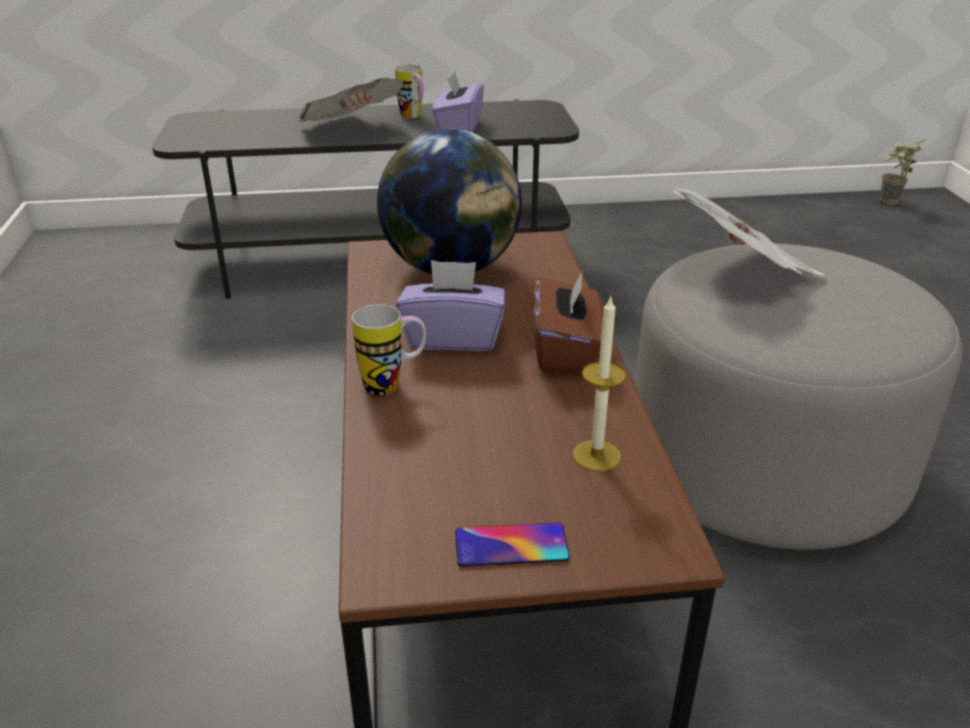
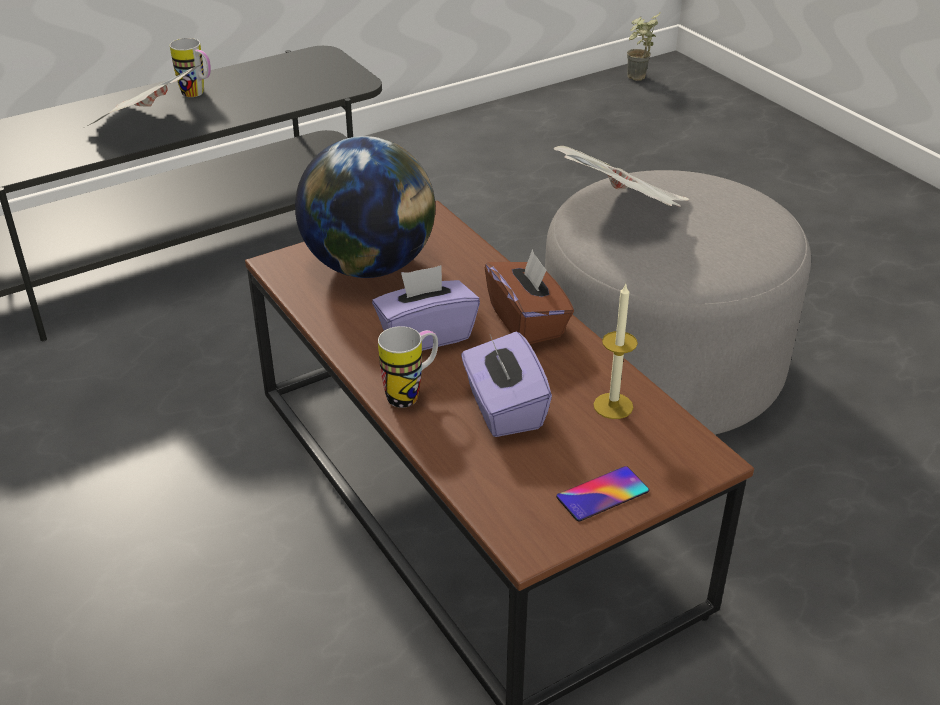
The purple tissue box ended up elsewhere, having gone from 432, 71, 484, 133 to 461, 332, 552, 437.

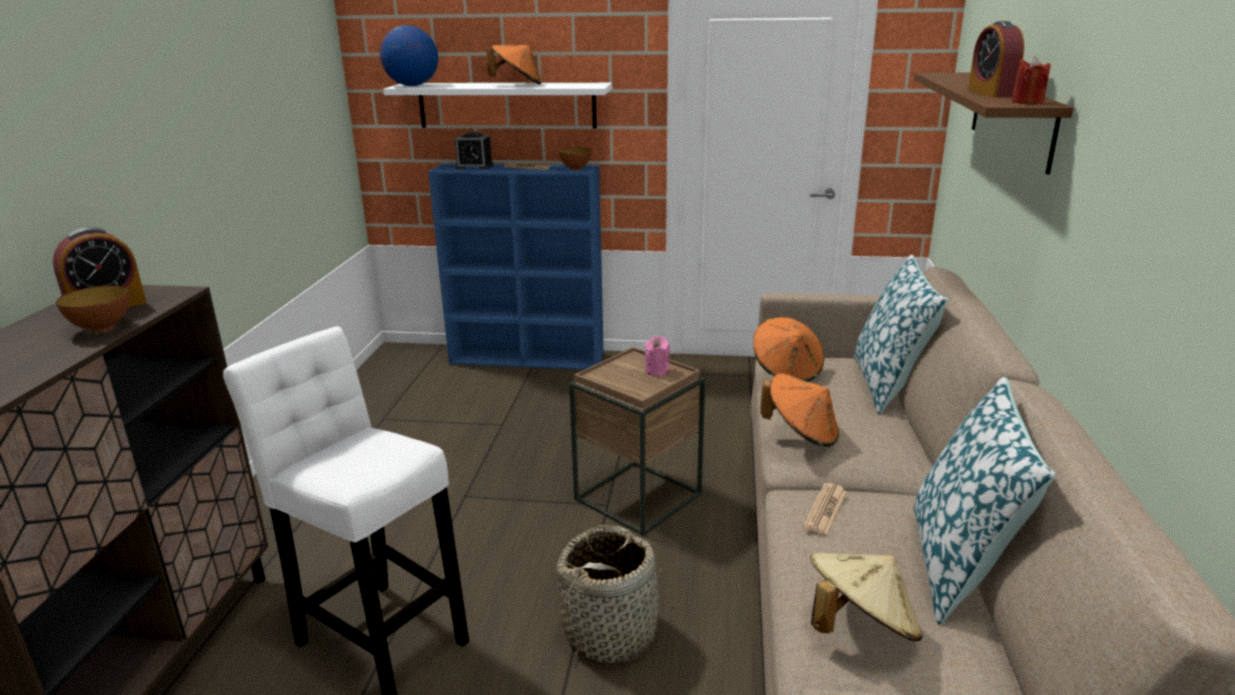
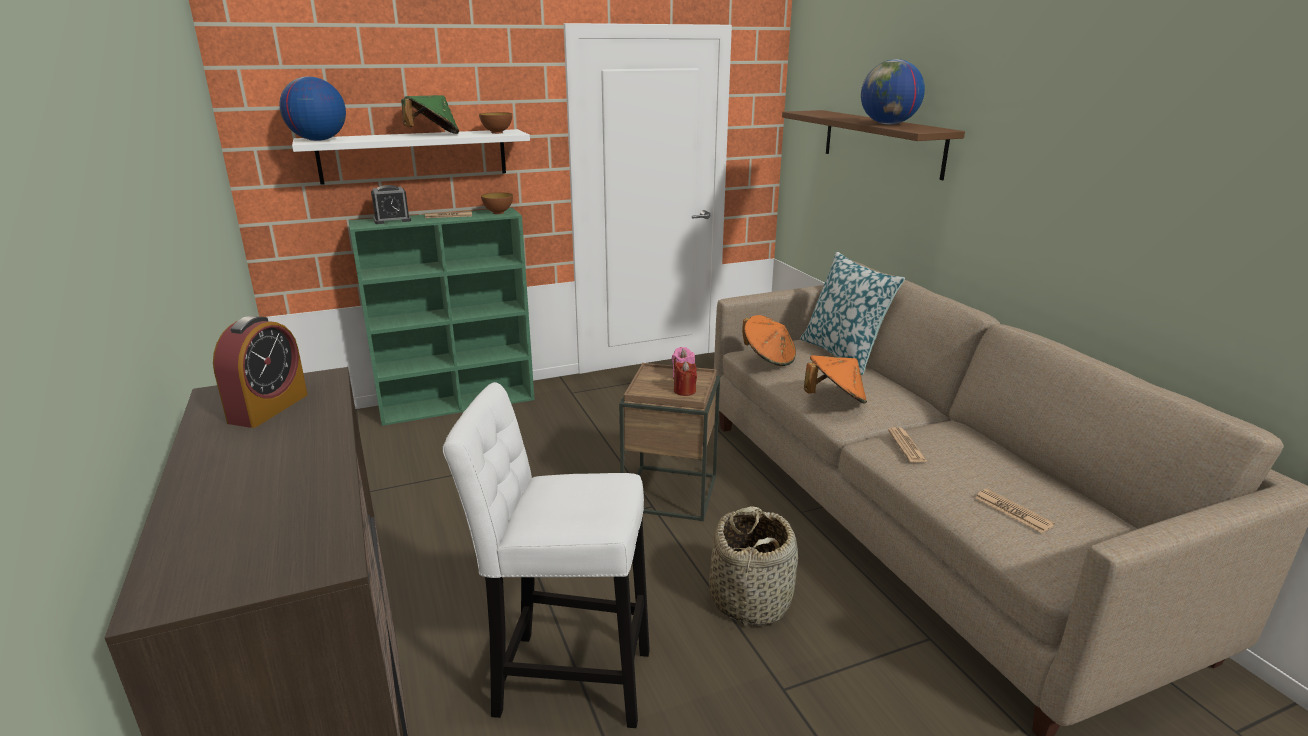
Where the alarm clock stood at 968, 21, 1024, 97, the globe came to stand at 861, 59, 925, 125. What was the orange hat at 486, 45, 542, 85 turned into the green hat at 401, 95, 459, 134. The red candle ended up elsewhere, having gone from 1012, 56, 1051, 105 to 674, 361, 697, 396. What was the blue bookcase at 428, 163, 604, 370 turned into the green bookcase at 348, 208, 535, 426. The bowl ended up elsewhere, having gone from 56, 285, 129, 333 to 479, 112, 512, 134. The second view lost the pillow at 913, 376, 1055, 625. Where the beige hat stood at 810, 553, 923, 641, the newspaper came to stand at 975, 489, 1055, 533.

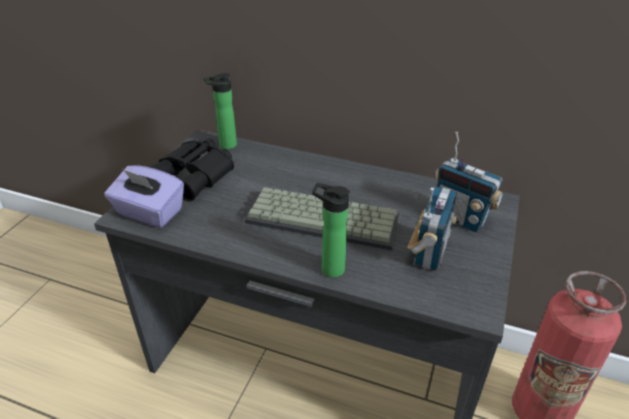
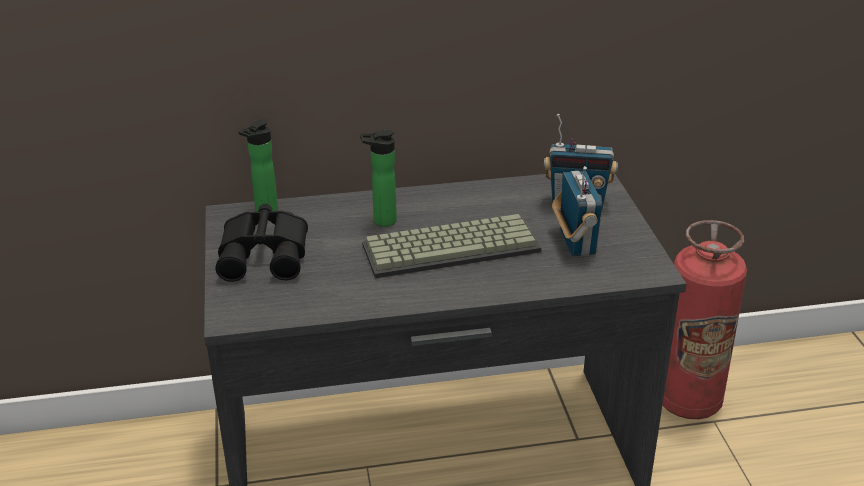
The second view lost the purple tissue box at 104, 165, 184, 228. The bottle ended up elsewhere, having gone from 312, 183, 350, 278 to 360, 130, 397, 227.

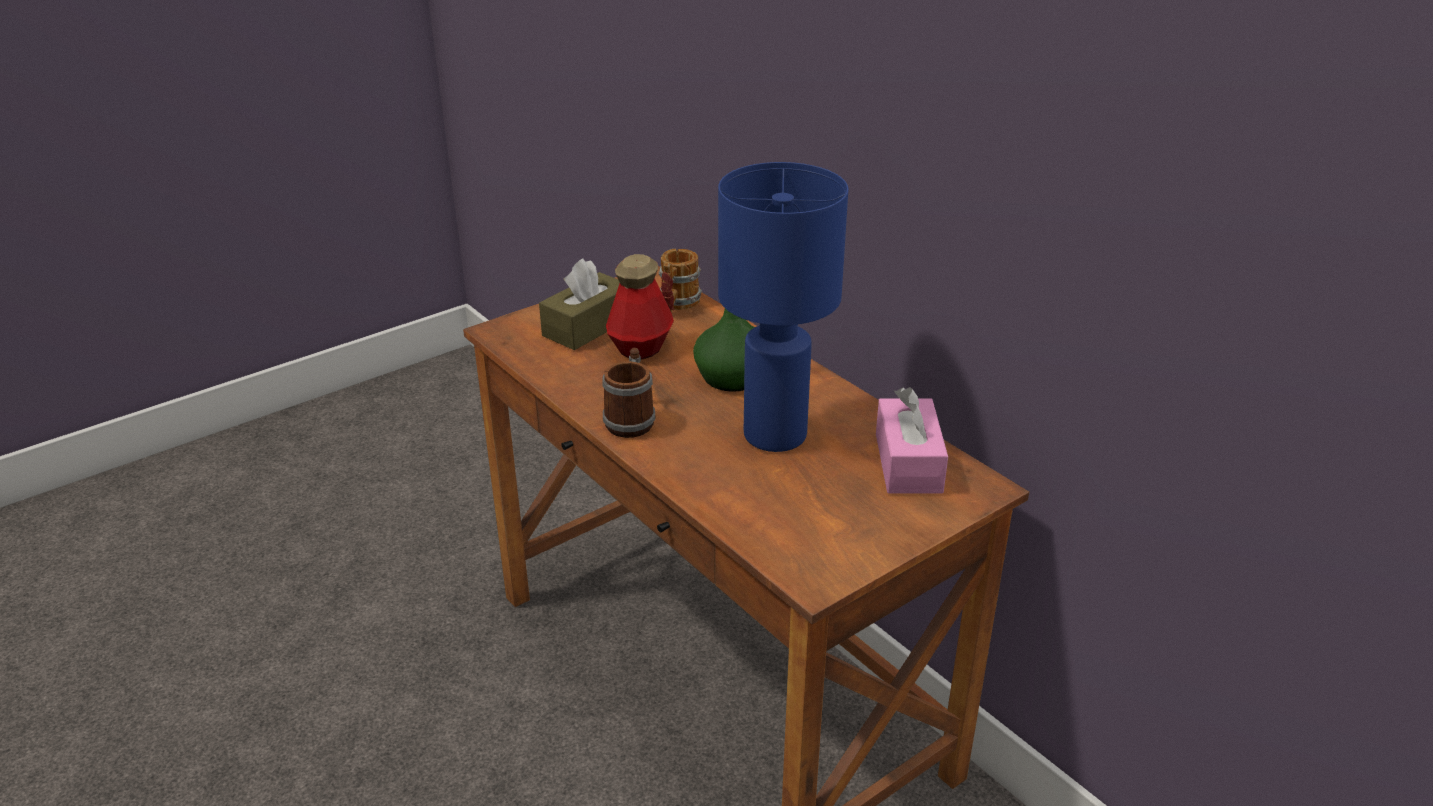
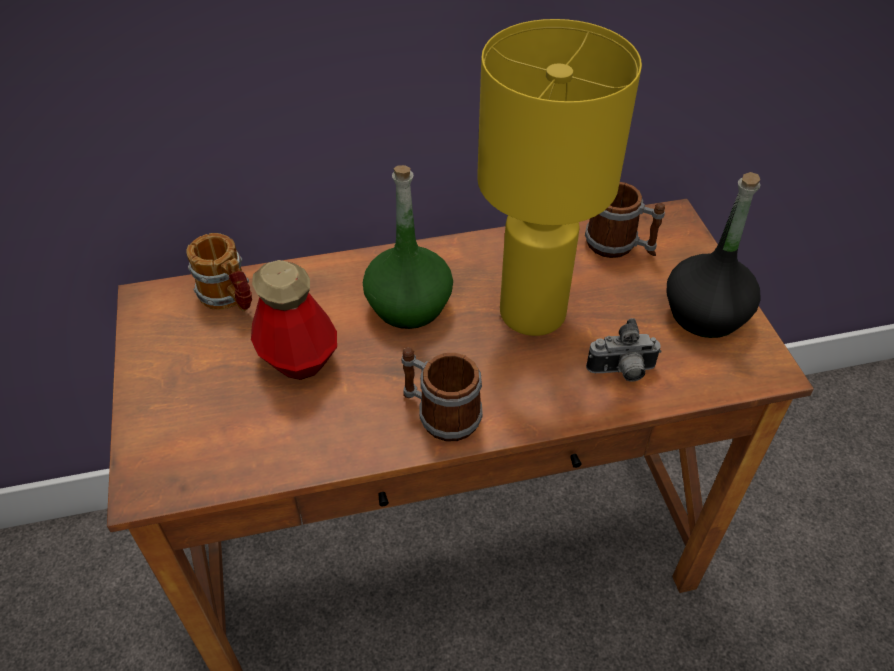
What was the blue table lamp at 718, 162, 849, 452 turned into the yellow table lamp at 477, 19, 642, 336. The second view lost the brown tissue box at 539, 258, 620, 350. Where the pink tissue box stood at 876, 387, 948, 494, the mug came to stand at 585, 182, 665, 258. The second view gained the black bottle at 667, 172, 761, 338. The second view gained the photo camera at 586, 318, 661, 382.

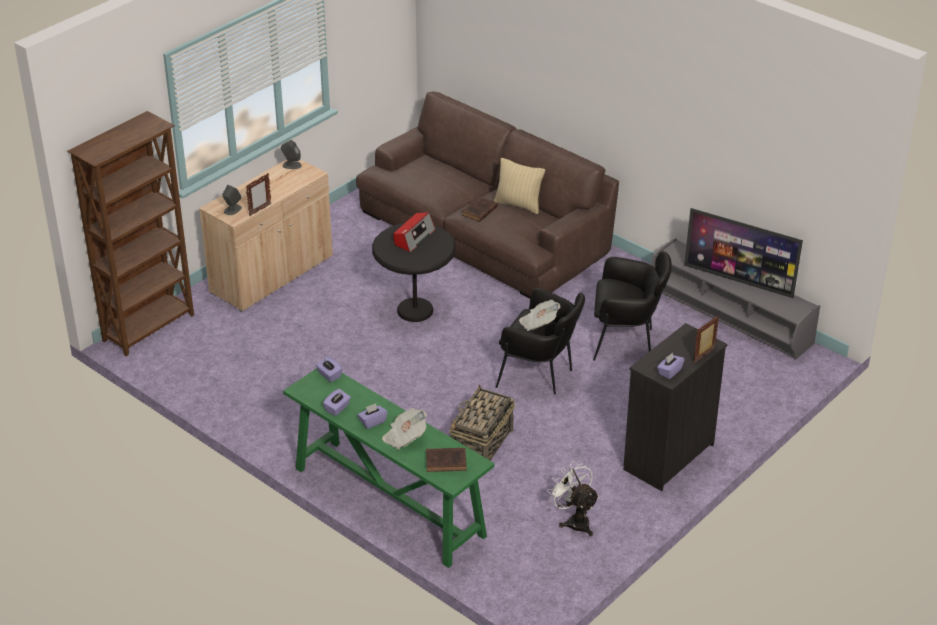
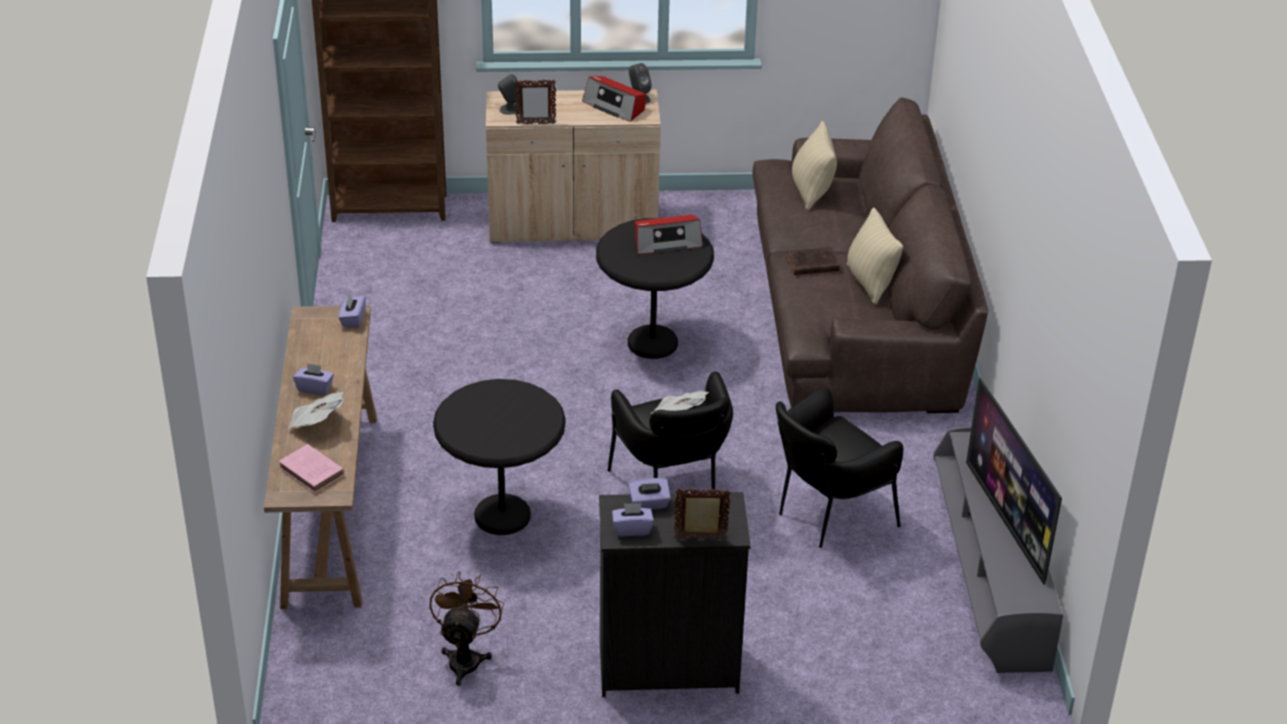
The black armchair at 593, 251, 672, 361 ended up facing another way, 90 degrees clockwise from before. What was the green console table at 283, 368, 495, 568 turned into the brown console table at 264, 305, 377, 609. Where the basket stood at 449, 384, 515, 461, the black side table came to stand at 433, 379, 566, 535. The purple tissue box ended up elsewhere, having gone from 323, 389, 351, 416 to 628, 478, 671, 510. What was the brown book at 426, 448, 467, 472 turned into the pink book at 279, 444, 345, 493. What was the white fan at 547, 461, 599, 536 turned into the brown fan at 429, 571, 504, 686. The second view gained the radio at 582, 76, 646, 122. The second view gained the beige pillow at 792, 121, 837, 211.

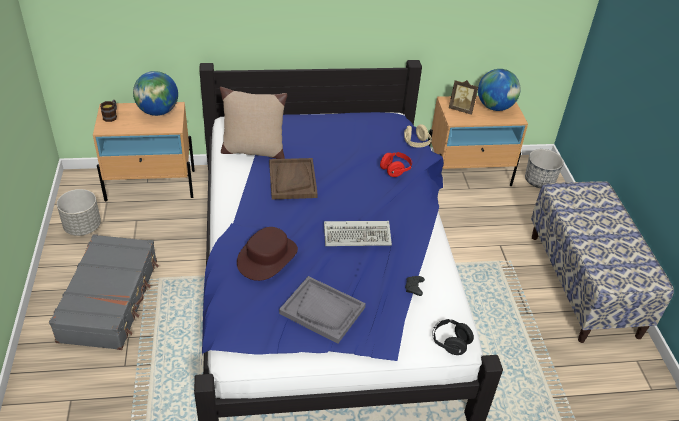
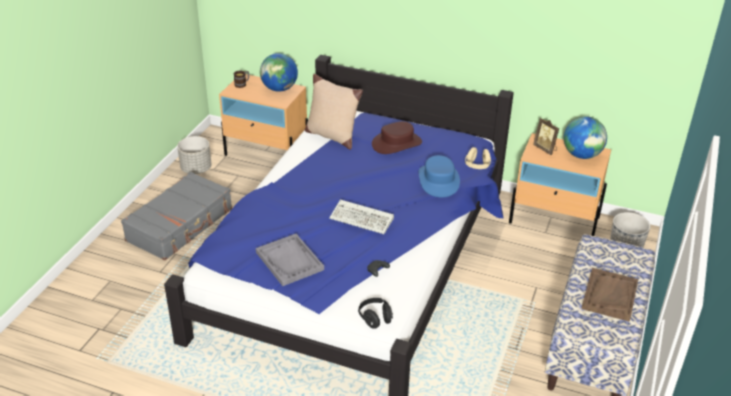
Where the red headphones stood at 380, 152, 412, 177, the blue hat came to stand at 419, 155, 460, 197. The brown tray ended up elsewhere, having gone from 269, 158, 318, 200 to 581, 268, 638, 322. The brown hat ended up elsewhere, having gone from 237, 227, 298, 281 to 372, 121, 422, 154.

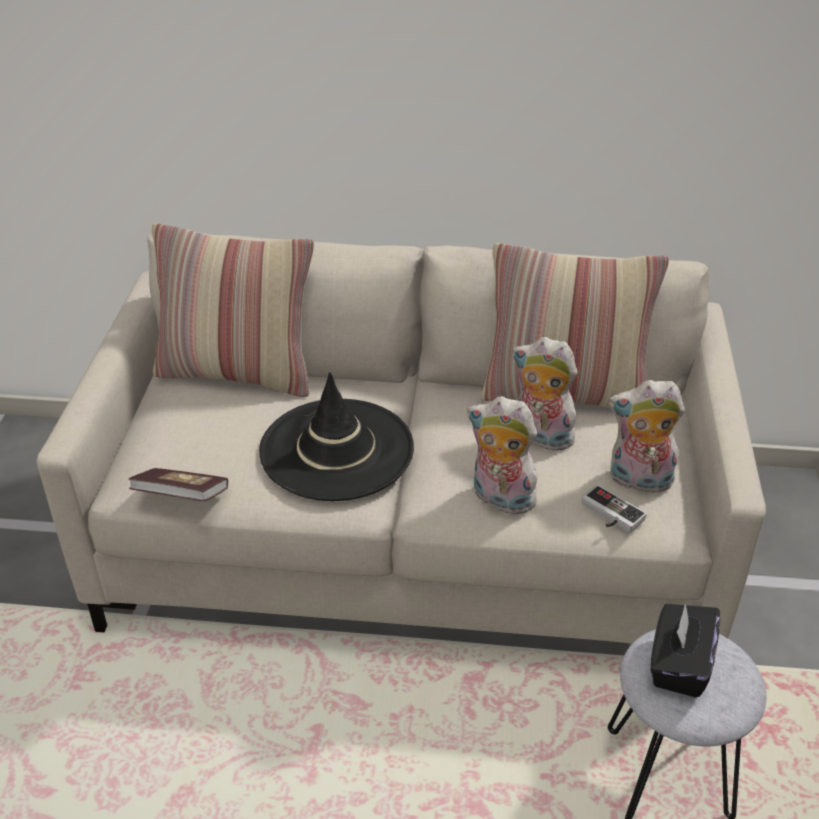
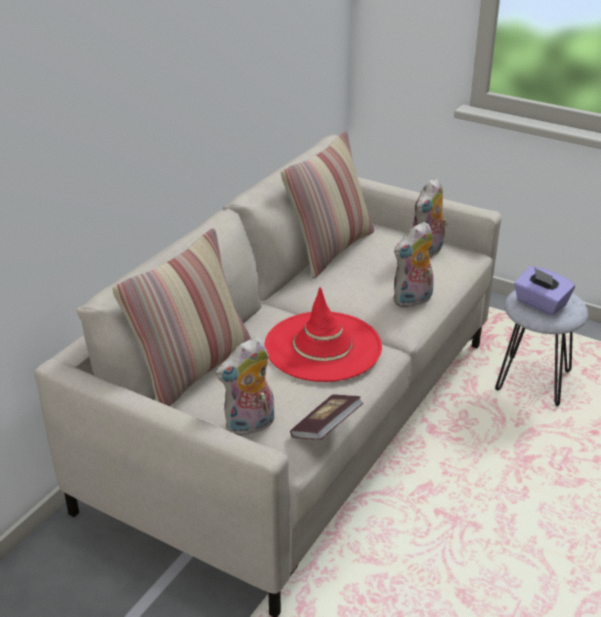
The plush toy ended up elsewhere, having gone from 512, 337, 578, 451 to 216, 337, 274, 436. What was the black hat at 259, 372, 414, 501 turned into the red hat at 265, 287, 382, 382. The second view lost the game controller at 582, 485, 647, 533. What was the black tissue box at 651, 603, 720, 697 turned into the purple tissue box at 514, 266, 575, 315.

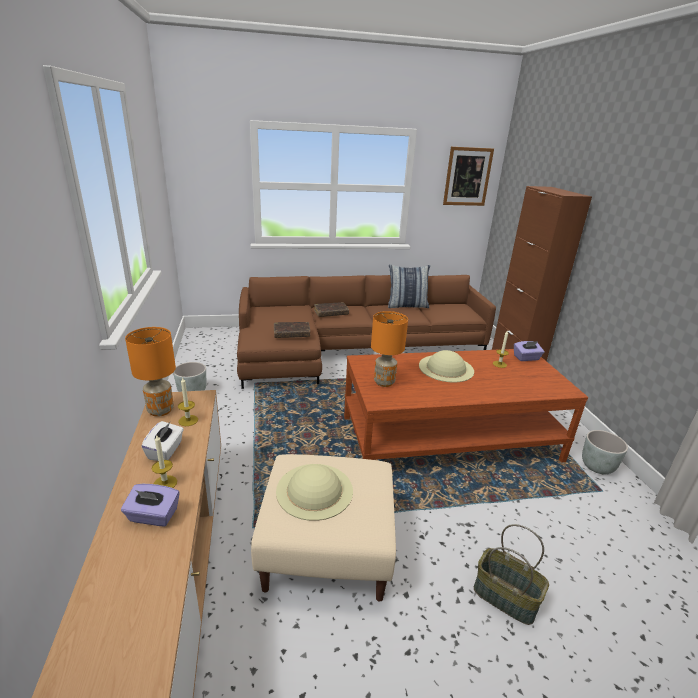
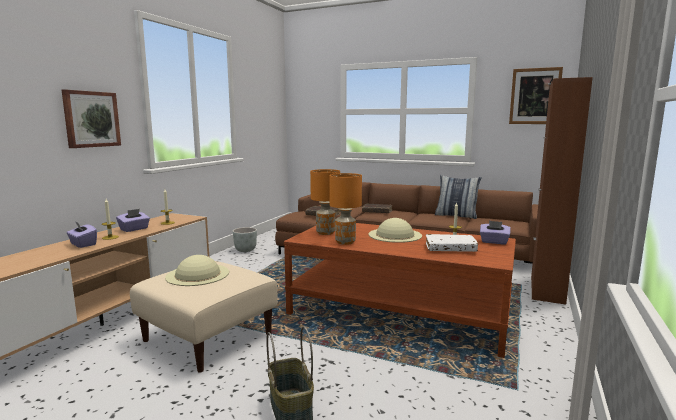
The orange table lamp ended up elsewhere, having gone from 125, 327, 176, 417 to 329, 173, 362, 245. What was the white tissue box at 141, 421, 184, 461 turned into the purple tissue box at 116, 209, 150, 232. The second view lost the grey planter at 582, 430, 628, 474. The second view gained the picture at 62, 89, 121, 148. The second view gained the white book at 426, 234, 478, 252.

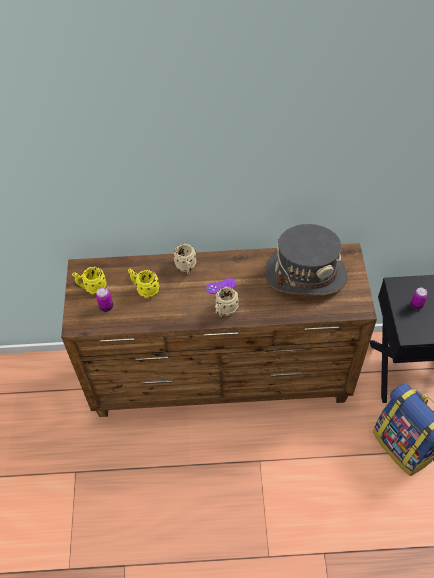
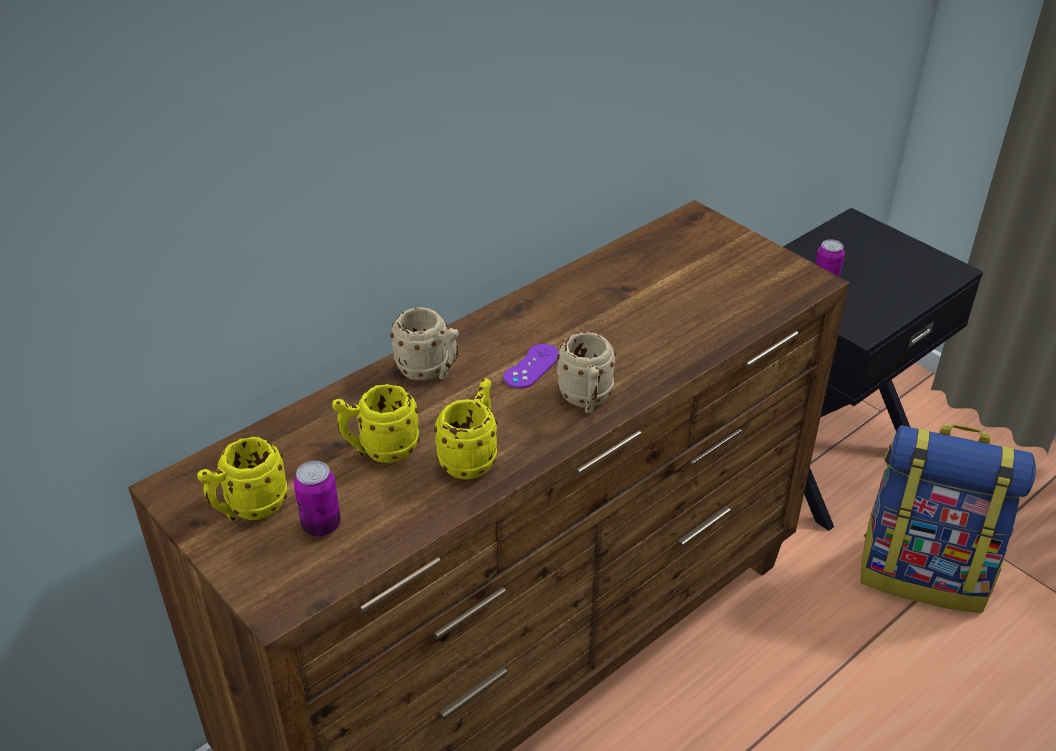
The second view lost the grey hat at 264, 224, 347, 296. The second view gained the yellow mug at 434, 378, 498, 480.

